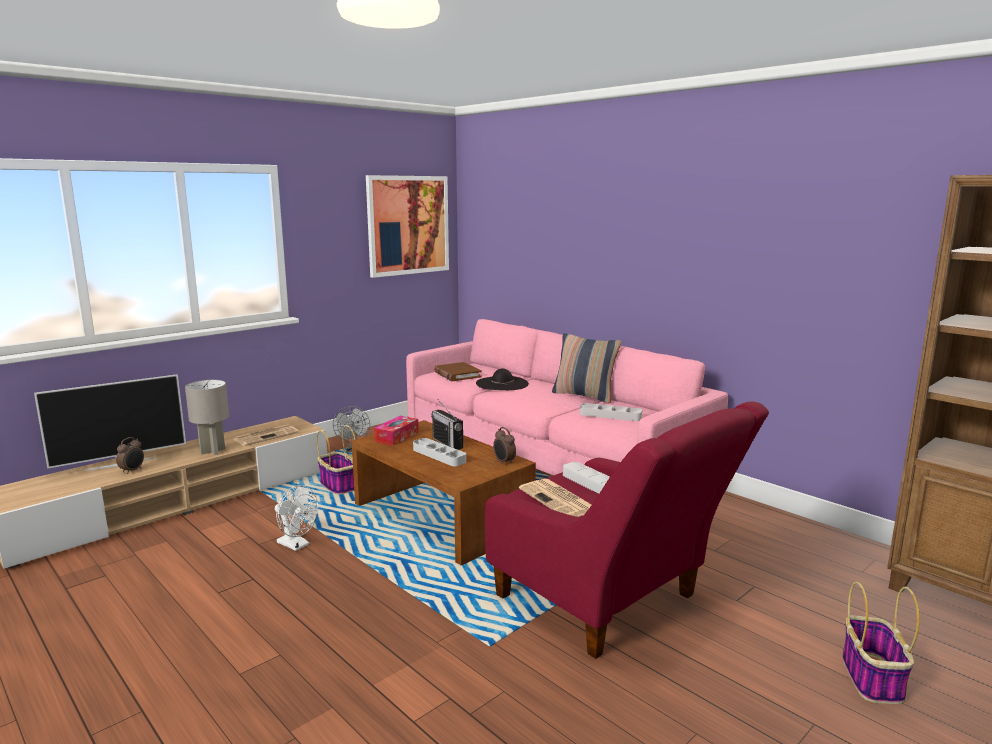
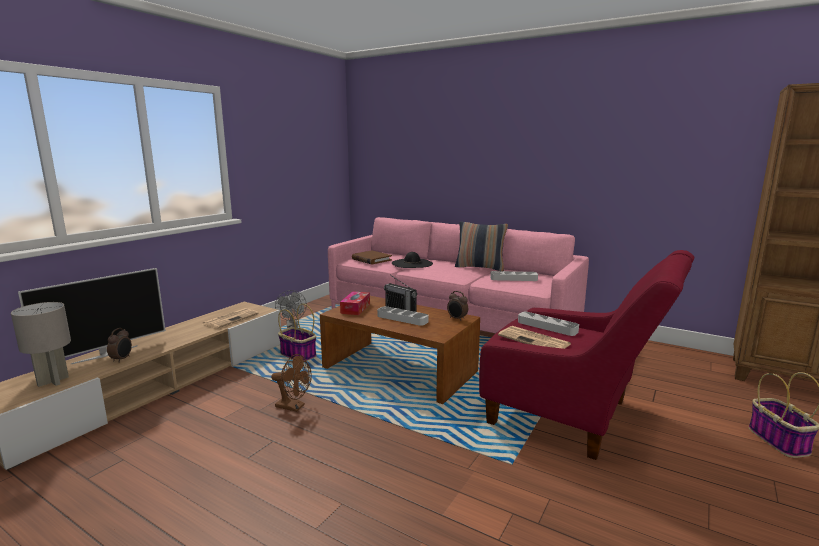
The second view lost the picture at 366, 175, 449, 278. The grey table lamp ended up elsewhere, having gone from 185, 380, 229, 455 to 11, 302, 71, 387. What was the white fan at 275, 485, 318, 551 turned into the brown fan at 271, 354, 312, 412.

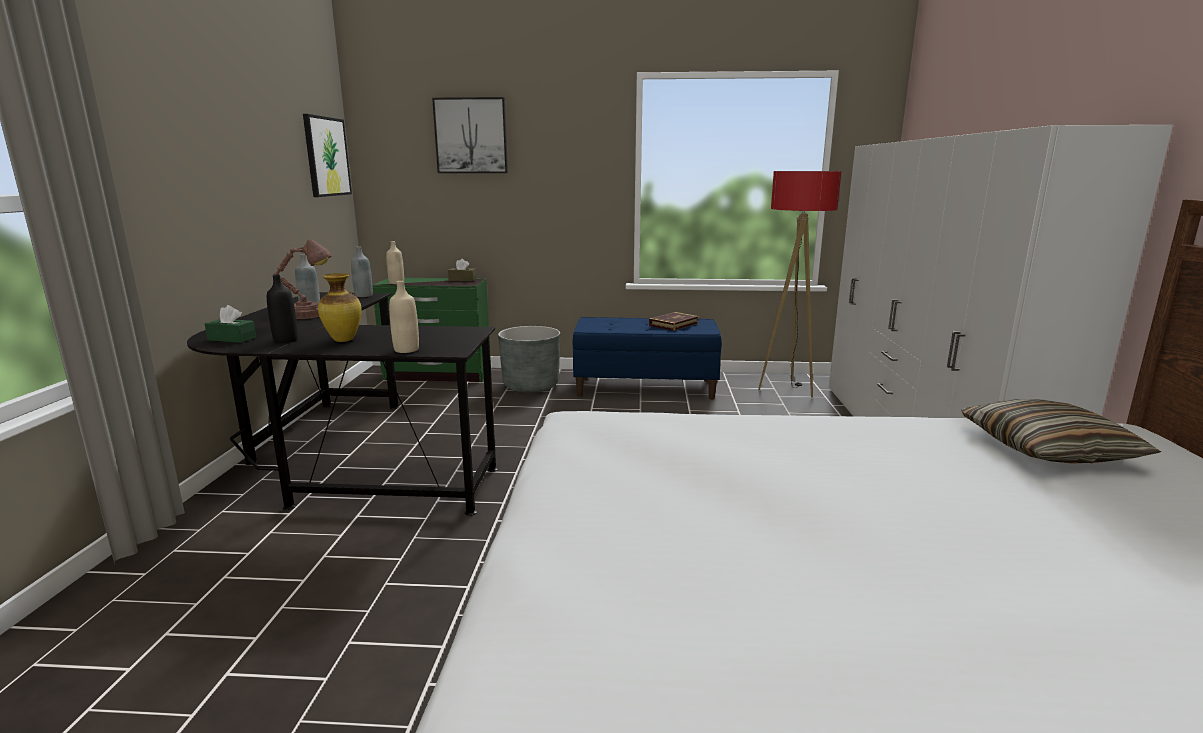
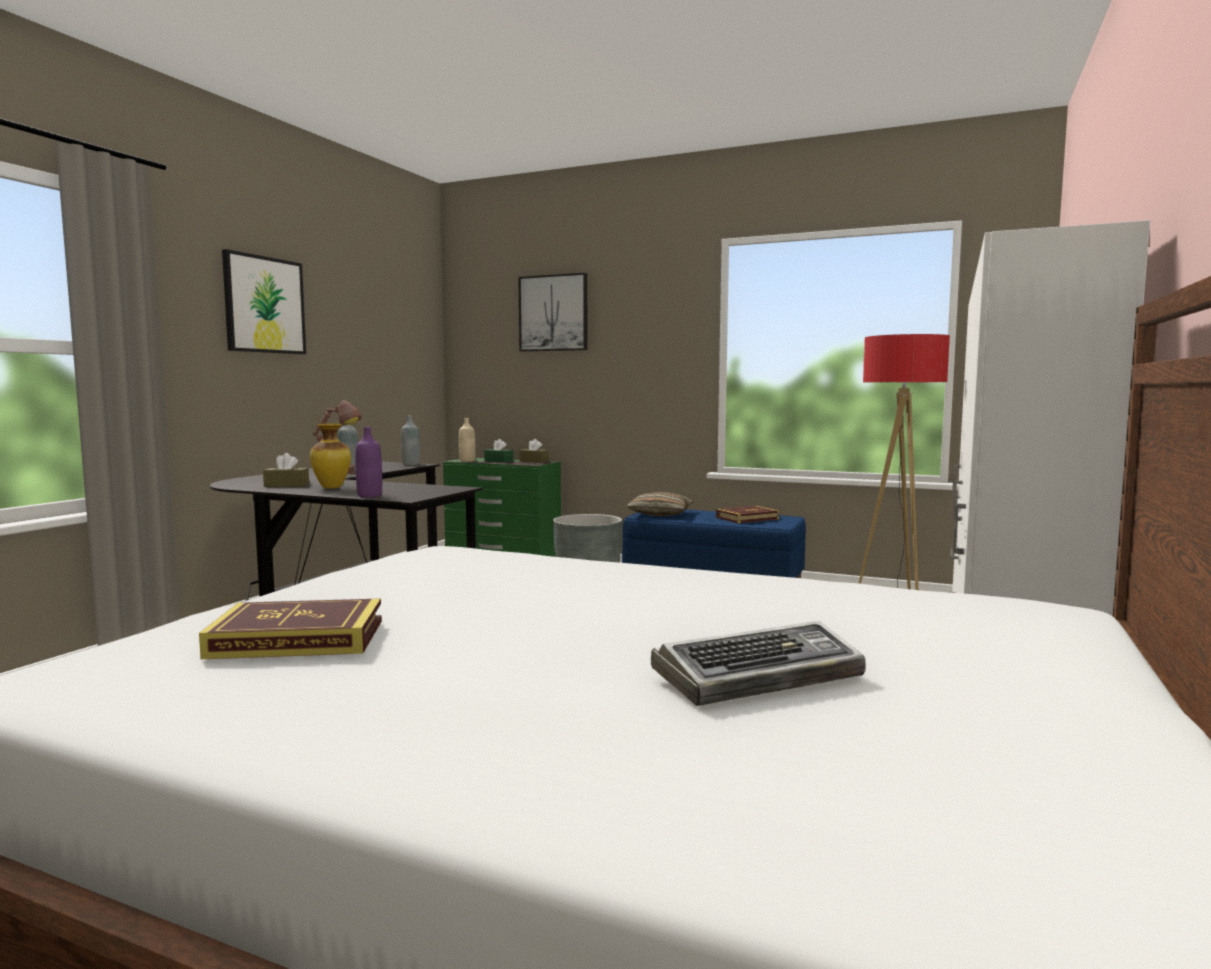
The picture ended up elsewhere, having gone from 303, 114, 352, 197 to 222, 249, 306, 354. Where the black bottle stood at 267, 275, 298, 343, the brown tissue box came to stand at 263, 453, 309, 487. What was the beige bottle at 389, 281, 419, 353 turned into the purple bottle at 355, 427, 382, 497. The green tissue box ended up elsewhere, having gone from 205, 305, 256, 343 to 484, 439, 513, 463. The pillow ended up elsewhere, having gone from 961, 399, 1161, 464 to 627, 492, 694, 516. The second view gained the book at 199, 599, 382, 659. The second view gained the keyboard at 651, 621, 866, 706.

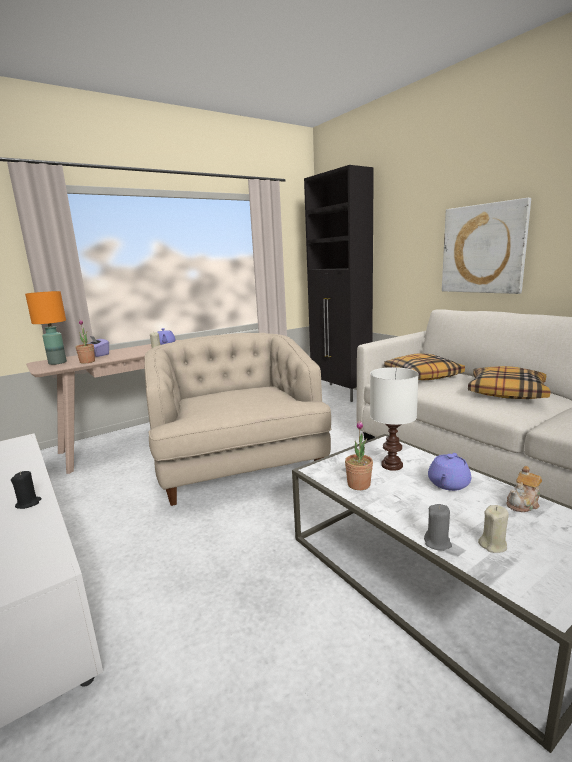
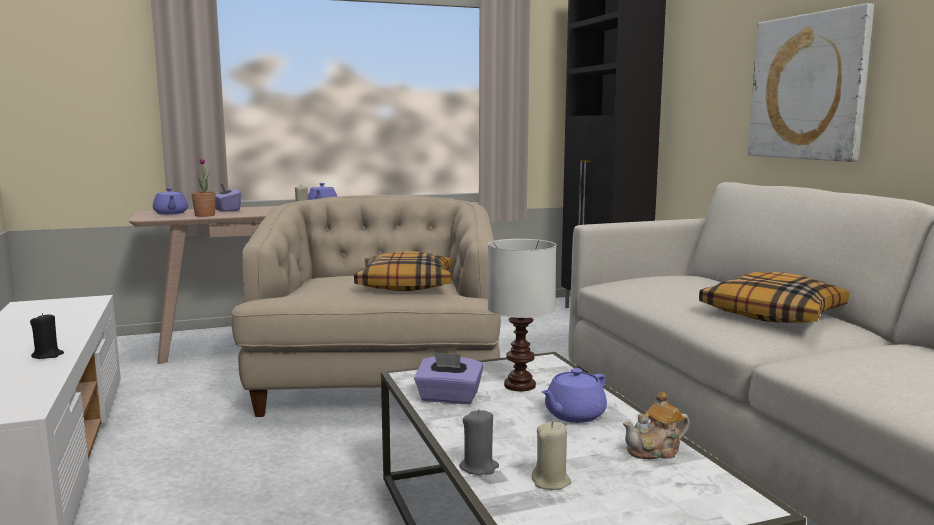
Where the orange table lamp stood at 25, 291, 67, 365, the purple teapot came to stand at 153, 188, 188, 215. The pillow ended up elsewhere, having gone from 384, 353, 465, 380 to 354, 251, 452, 291. Where the potted plant stood at 345, 421, 373, 490, the purple tissue box came to stand at 414, 352, 484, 404.

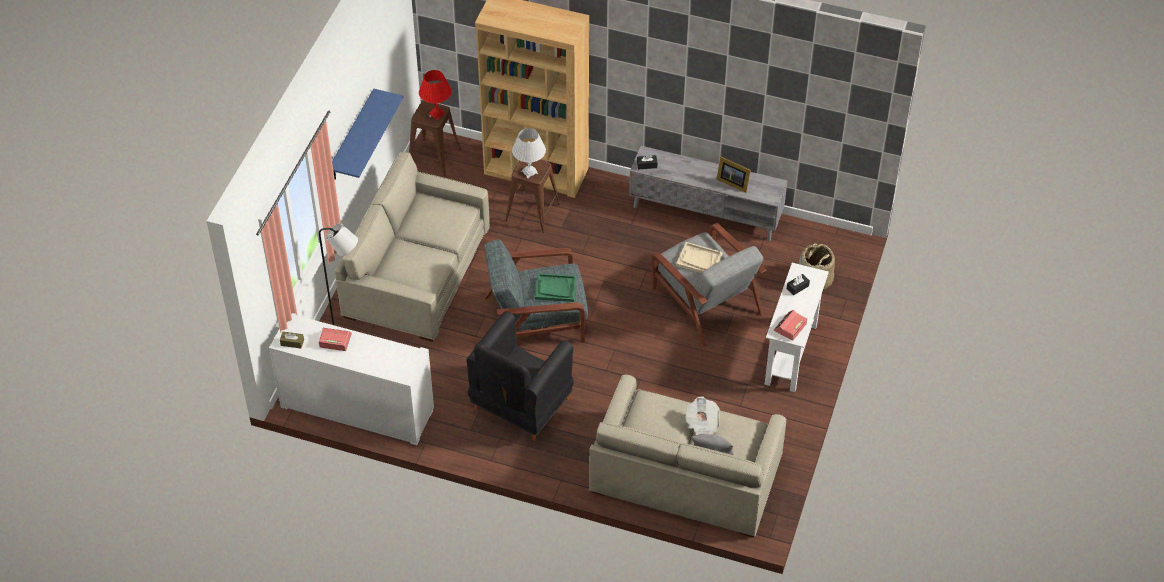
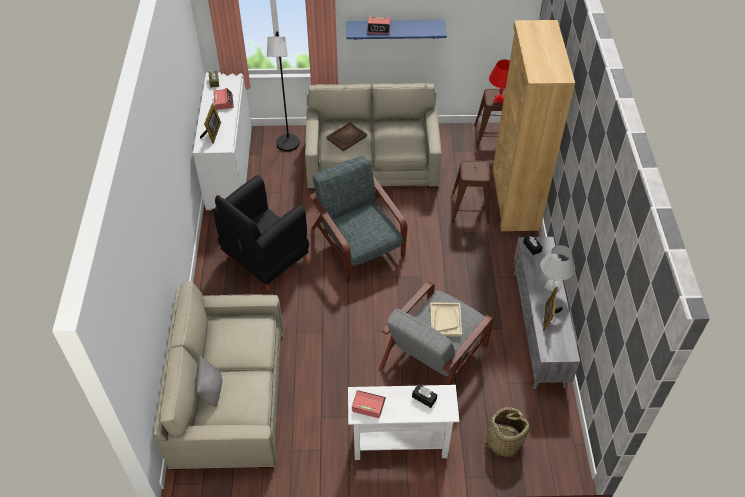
The white table lamp ended up elsewhere, having gone from 512, 128, 546, 179 to 541, 245, 575, 291. The second view lost the green tray at 535, 273, 577, 302. The black armchair at 466, 311, 574, 441 ended up facing another way, 60 degrees counterclockwise from before. The second view lost the newspaper at 685, 396, 720, 435. The second view gained the alarm clock at 367, 17, 391, 34. The second view gained the picture frame at 200, 103, 221, 143. The second view gained the brown tray at 326, 122, 367, 152.

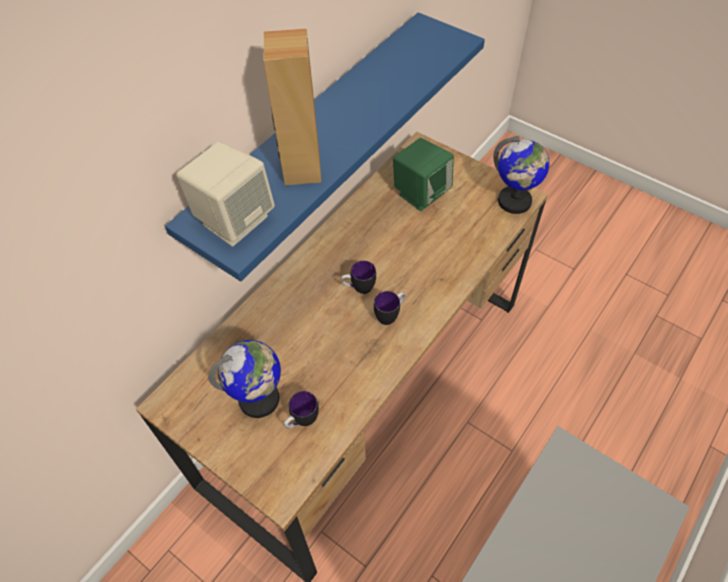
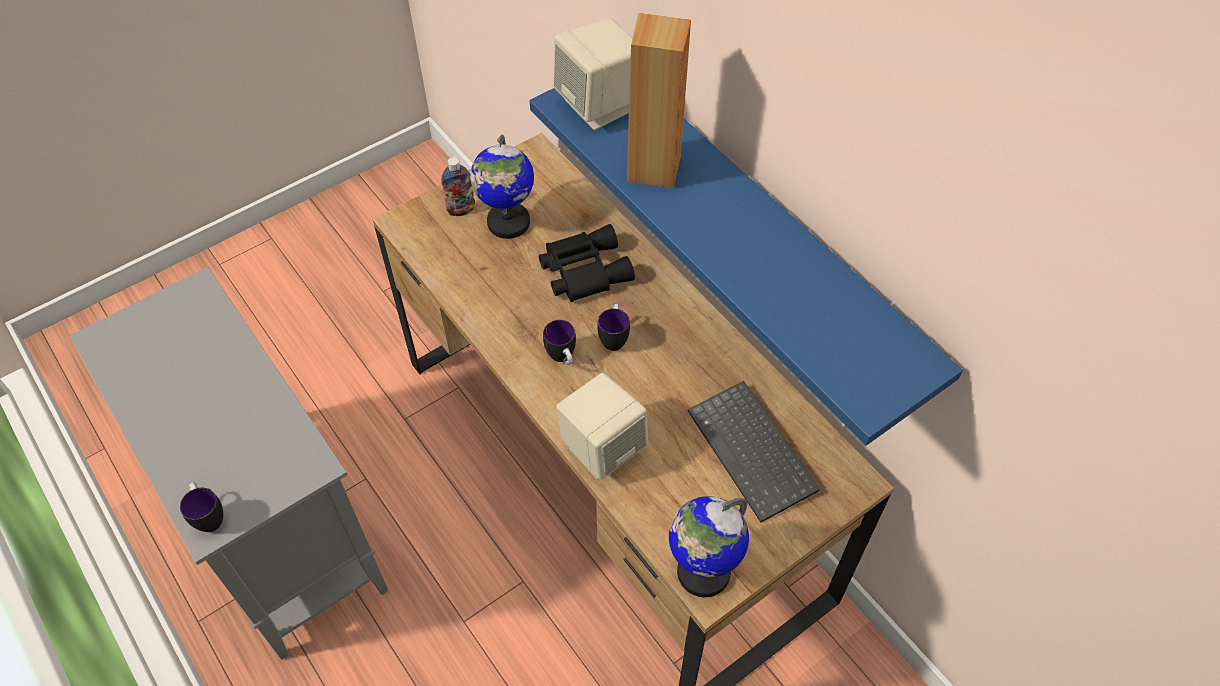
Where the green speaker stood at 393, 138, 454, 211, the keyboard came to stand at 688, 381, 820, 523. The mug ended up elsewhere, having gone from 284, 391, 319, 429 to 180, 482, 223, 532. The second view gained the bottle at 441, 157, 475, 216. The second view gained the black binoculars at 539, 224, 635, 302. The second view gained the beige speaker at 556, 373, 648, 480.

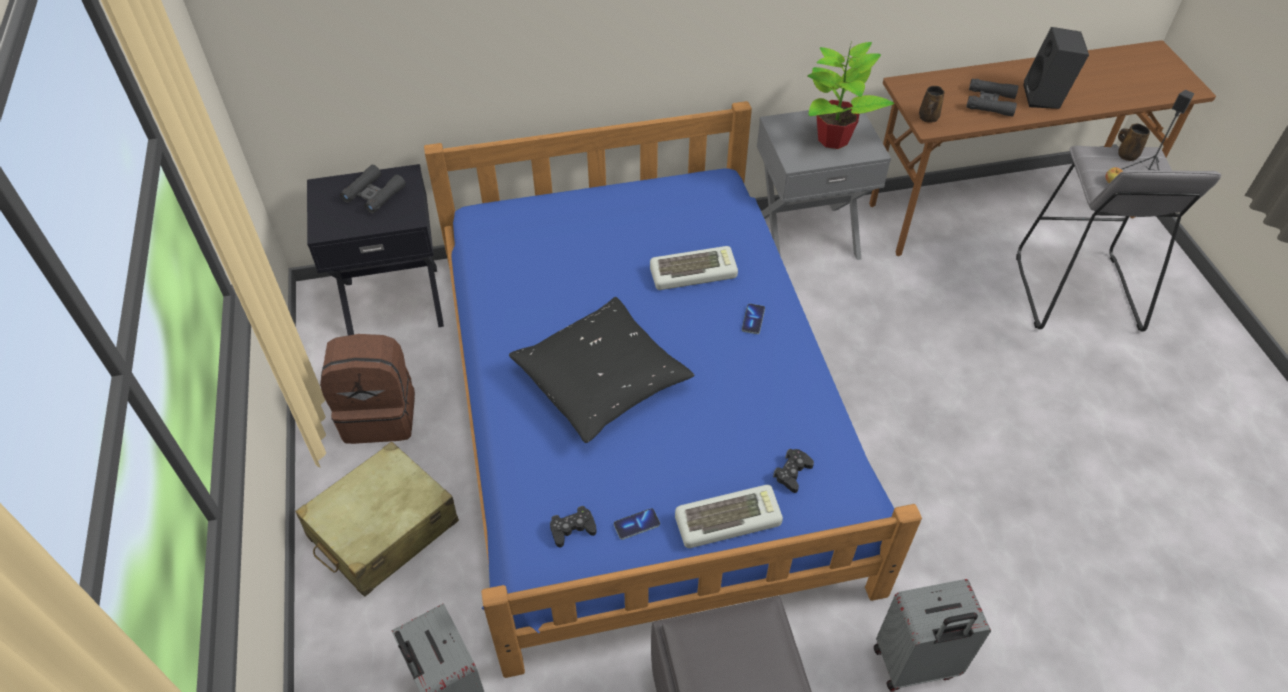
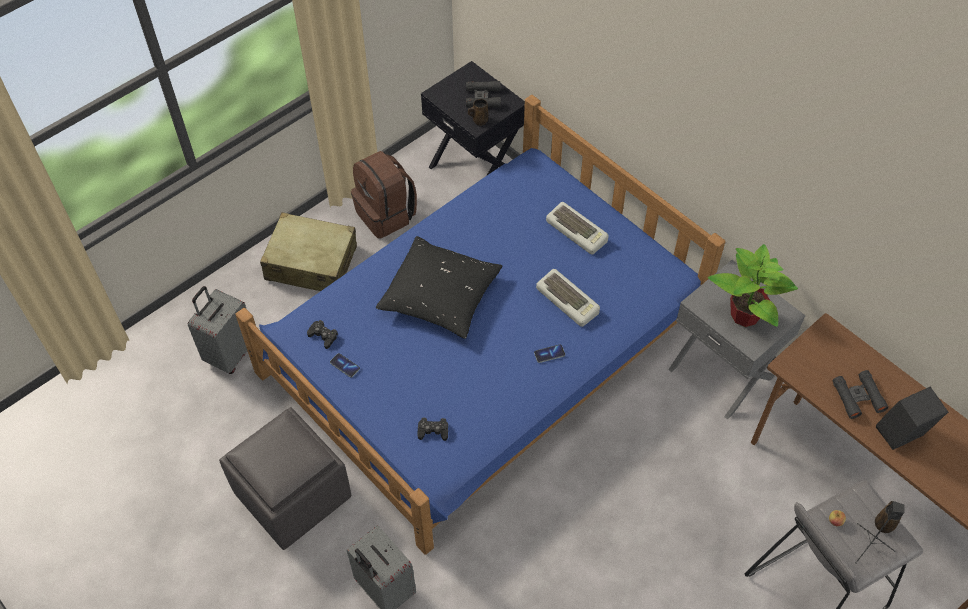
The brown mug ended up elsewhere, having gone from 919, 86, 945, 123 to 468, 99, 489, 126. The keyboard ended up elsewhere, having gone from 675, 485, 783, 548 to 546, 202, 609, 254.

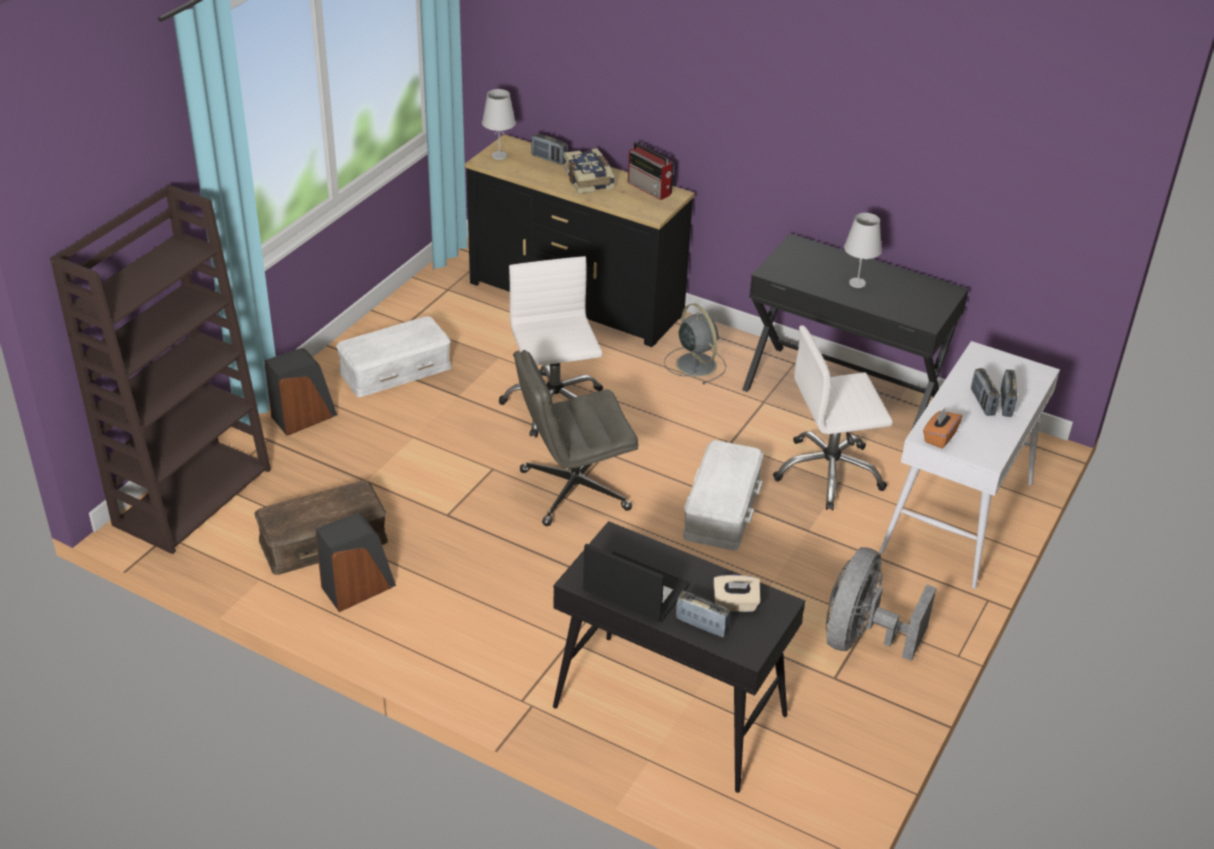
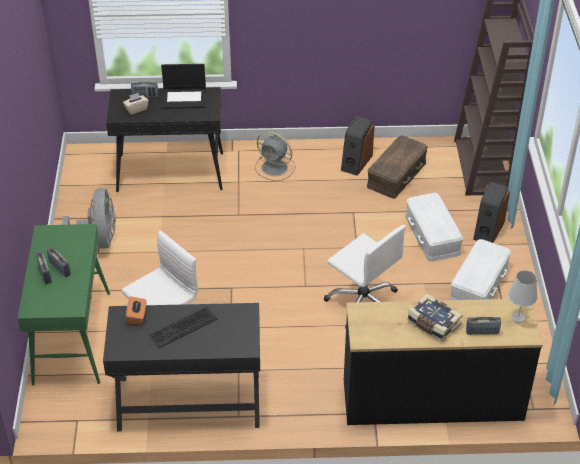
The second view lost the radio at 628, 142, 674, 200. Where the white table lamp stood at 844, 213, 882, 288, the keyboard came to stand at 149, 306, 217, 348. The grey fan ended up elsewhere, having gone from 664, 303, 726, 384 to 255, 131, 295, 181. What was the white console table at 879, 341, 1060, 589 turned into the green console table at 18, 224, 110, 386. The second view lost the grey office chair at 514, 350, 638, 526. The orange tissue box ended up elsewhere, having gone from 923, 408, 962, 448 to 126, 296, 146, 324. The white storage box ended up elsewhere, having gone from 683, 440, 764, 551 to 405, 193, 463, 262.

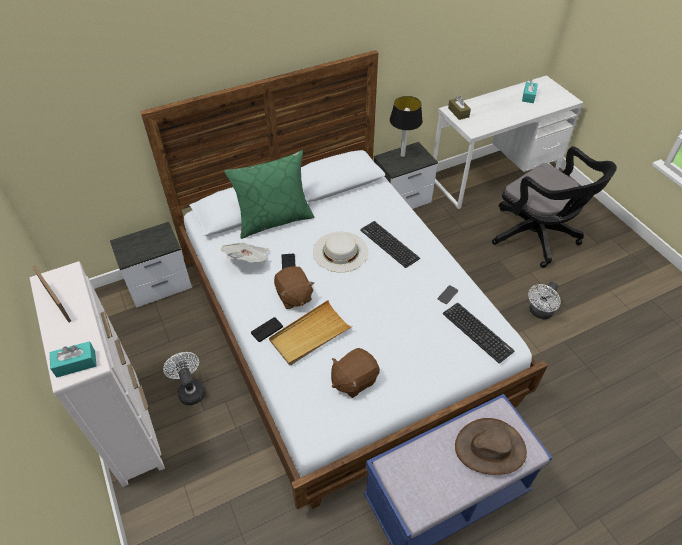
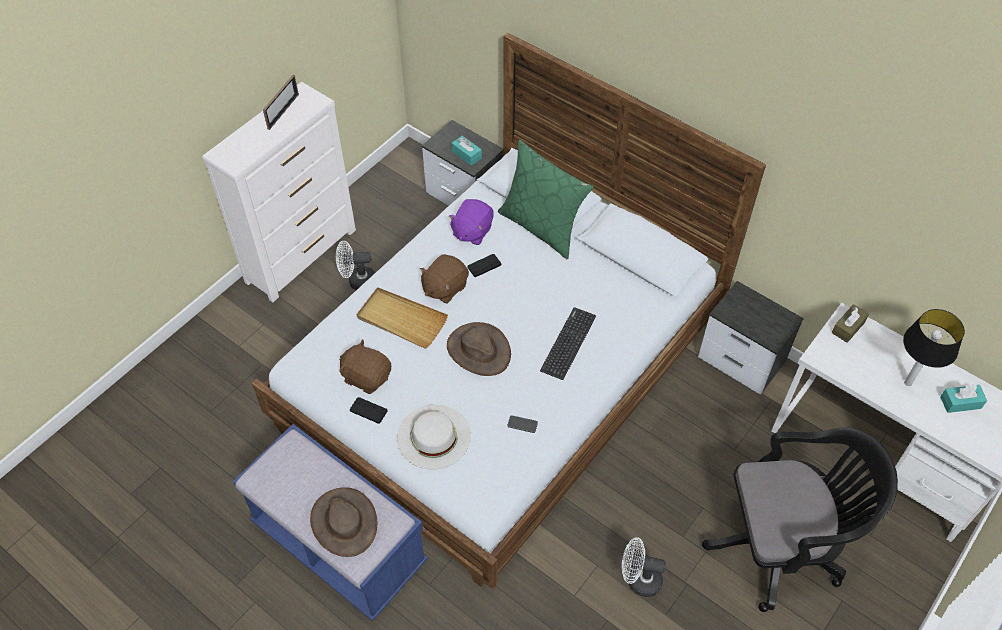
The table lamp ended up elsewhere, having gone from 390, 96, 423, 157 to 903, 309, 965, 386. The black office chair at 492, 146, 617, 268 ended up facing another way, 120 degrees counterclockwise from before. The white hat ended up elsewhere, having gone from 313, 232, 368, 272 to 397, 404, 471, 470. Where the newspaper stood at 221, 243, 269, 262, the purple plush toy came to stand at 449, 199, 494, 245. The second view lost the keyboard at 443, 303, 514, 363. The black game controller ended up elsewhere, having gone from 251, 317, 283, 342 to 350, 397, 387, 424. The turquoise tissue box ended up elsewhere, having gone from 50, 341, 97, 377 to 452, 136, 482, 166. The white fan at 163, 352, 205, 405 ended up facing another way, 135 degrees counterclockwise from before. The second view gained the brown hat at 447, 322, 511, 376.

